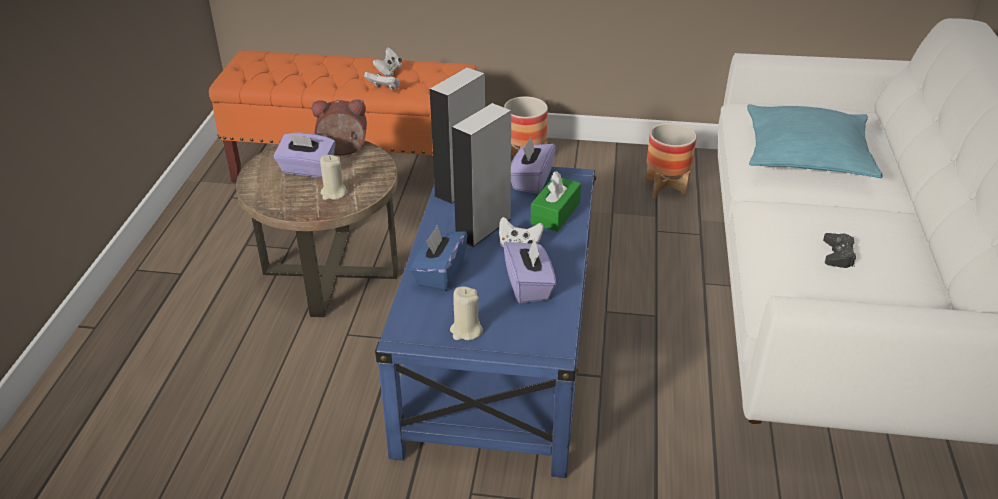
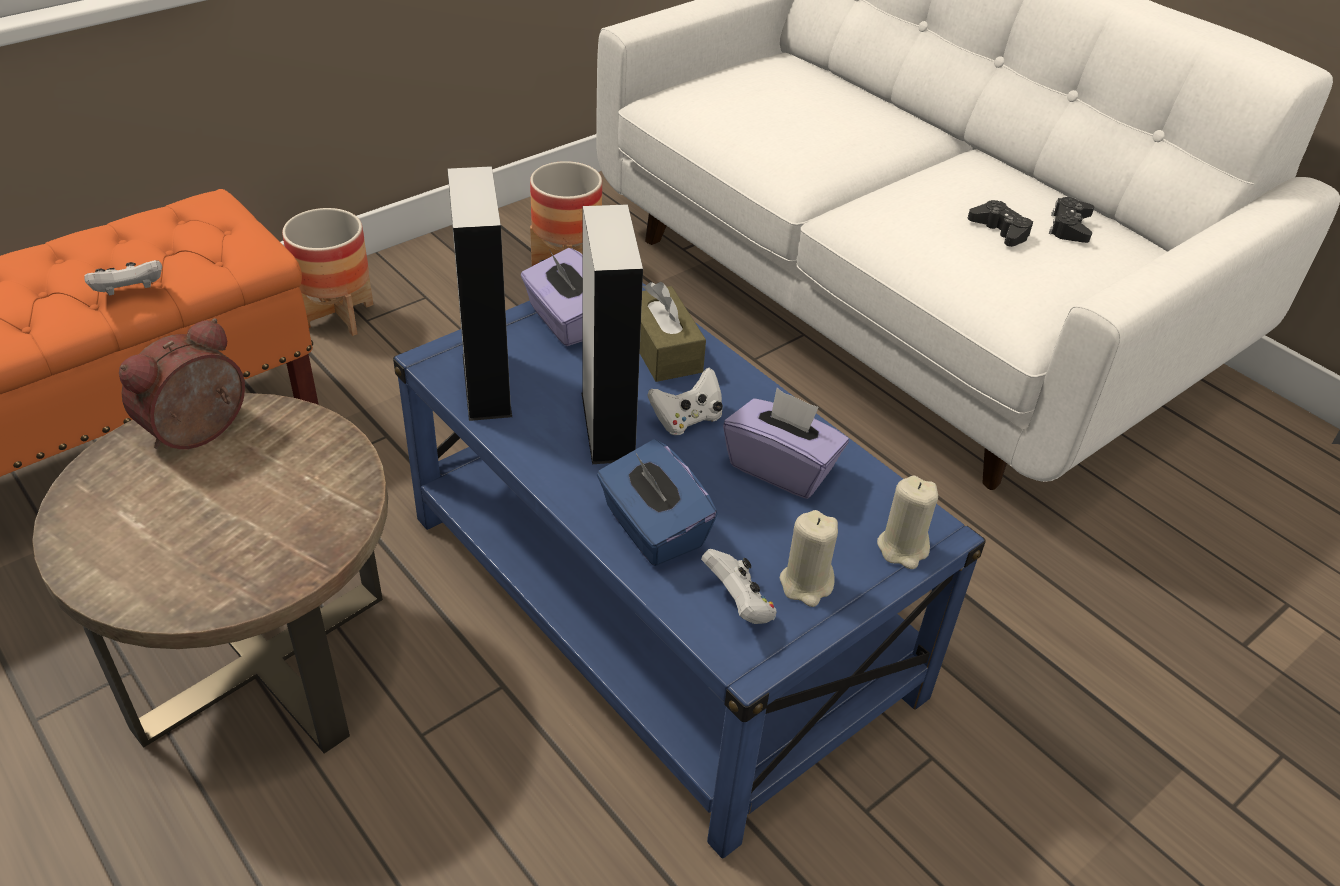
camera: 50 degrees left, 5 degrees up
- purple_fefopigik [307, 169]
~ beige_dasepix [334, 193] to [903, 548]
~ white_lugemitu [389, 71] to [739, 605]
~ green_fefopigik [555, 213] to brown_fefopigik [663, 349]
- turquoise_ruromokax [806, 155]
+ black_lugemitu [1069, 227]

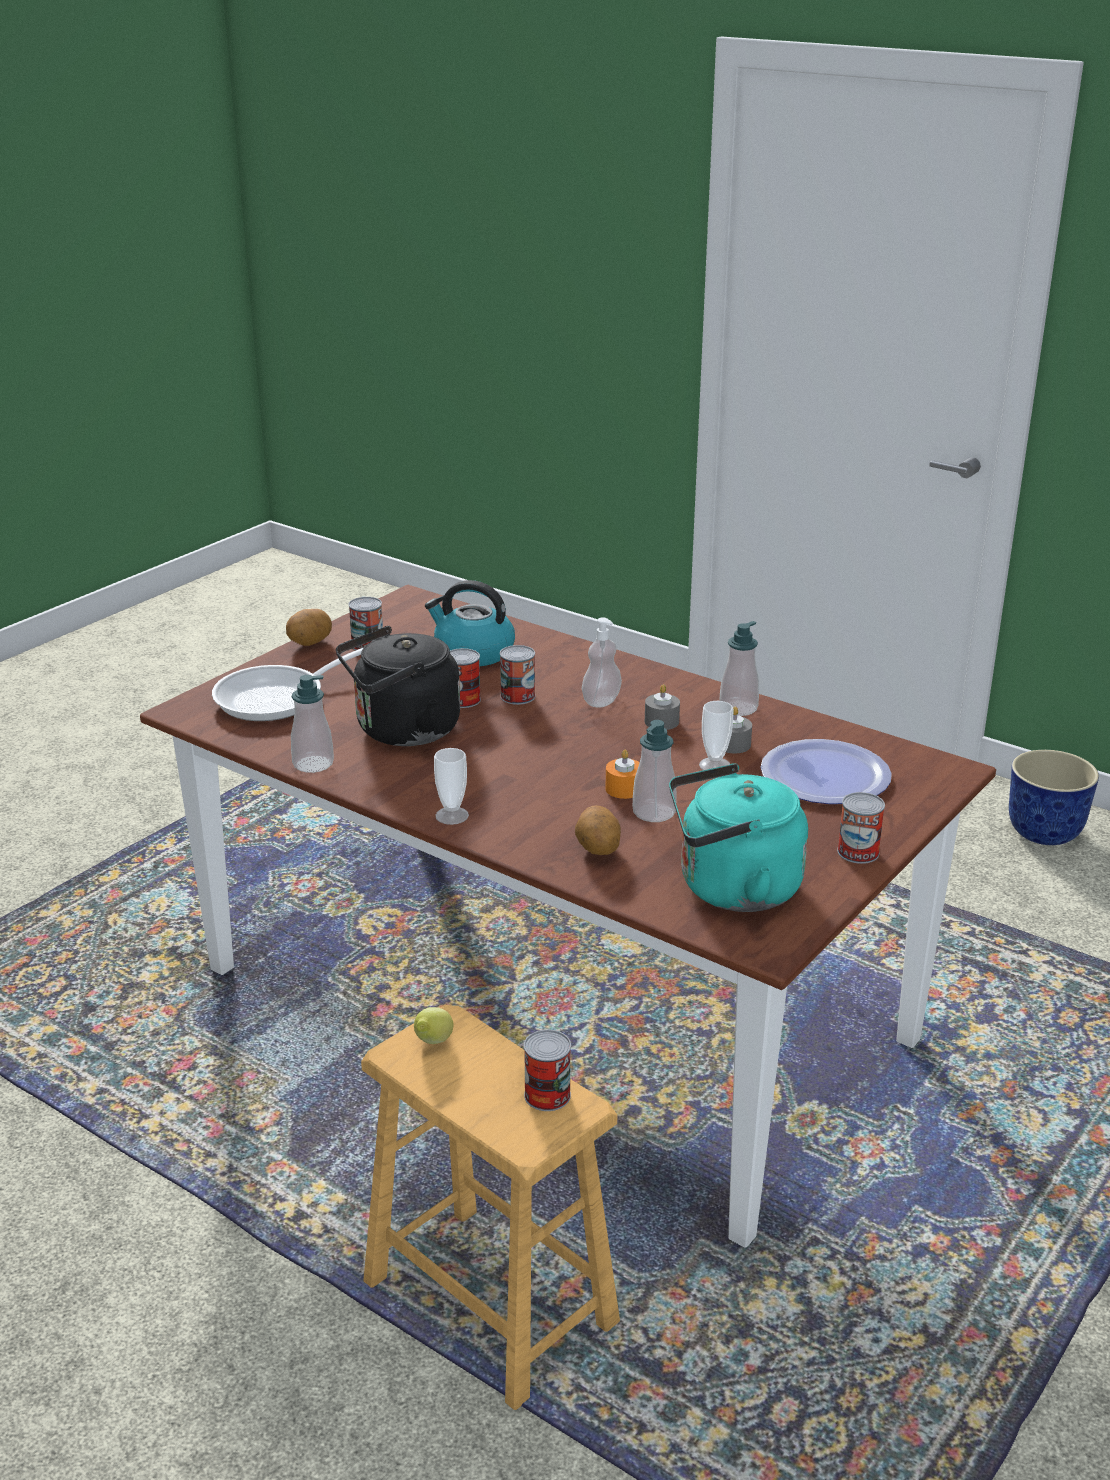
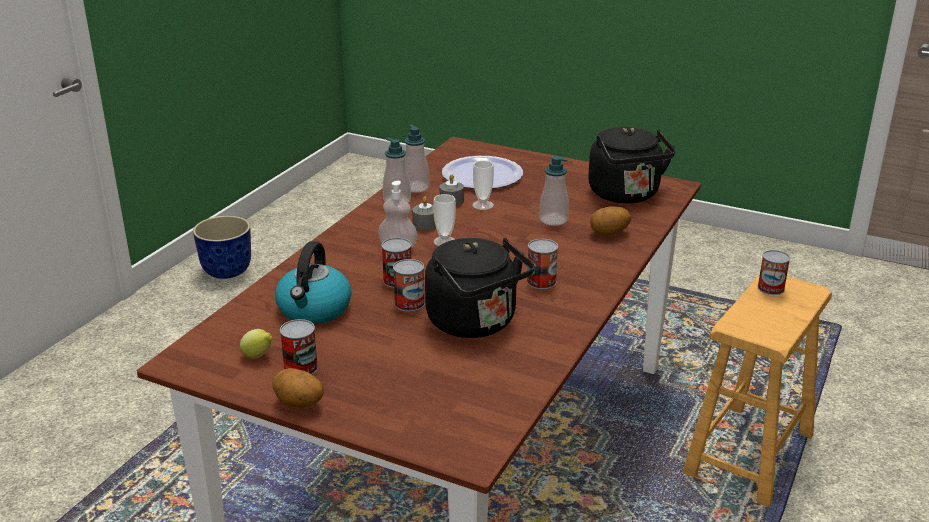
camera: 100 degrees left, 0 degrees up
- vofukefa [279, 698]
~ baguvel [313, 764] to [416, 187]
~ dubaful [432, 1043] to [258, 356]
~ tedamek [452, 816] to [444, 241]
- orange_dasepix [624, 789]
~ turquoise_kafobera [732, 889] to black_kafobera [626, 195]
~ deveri [858, 852] to [541, 281]

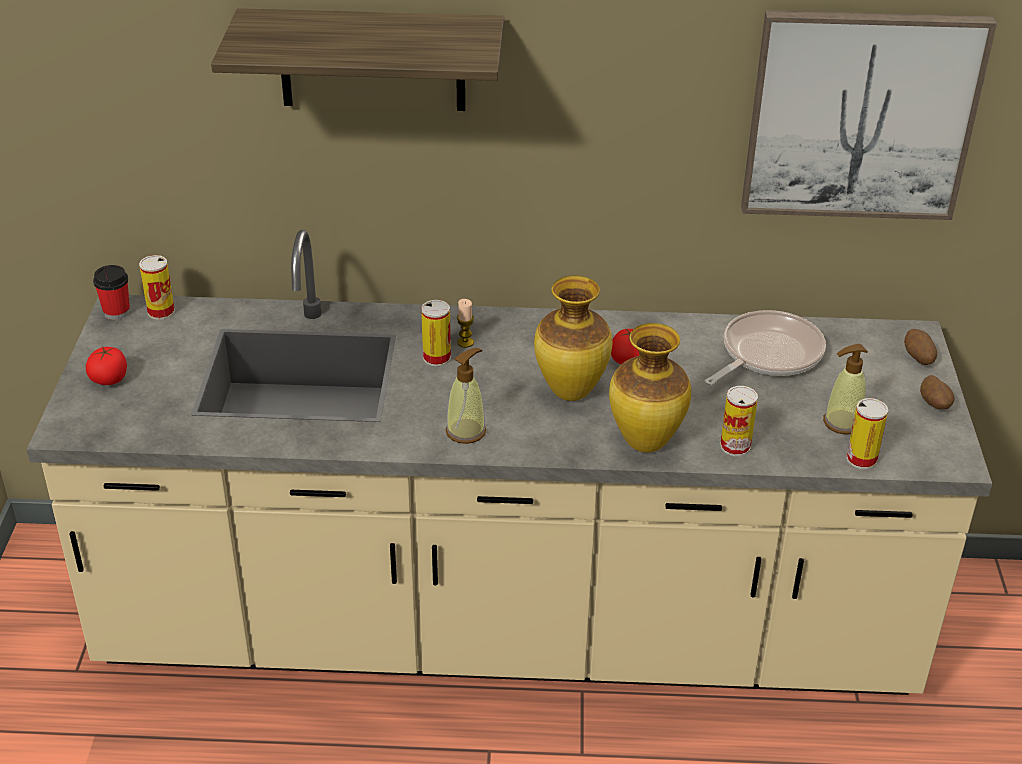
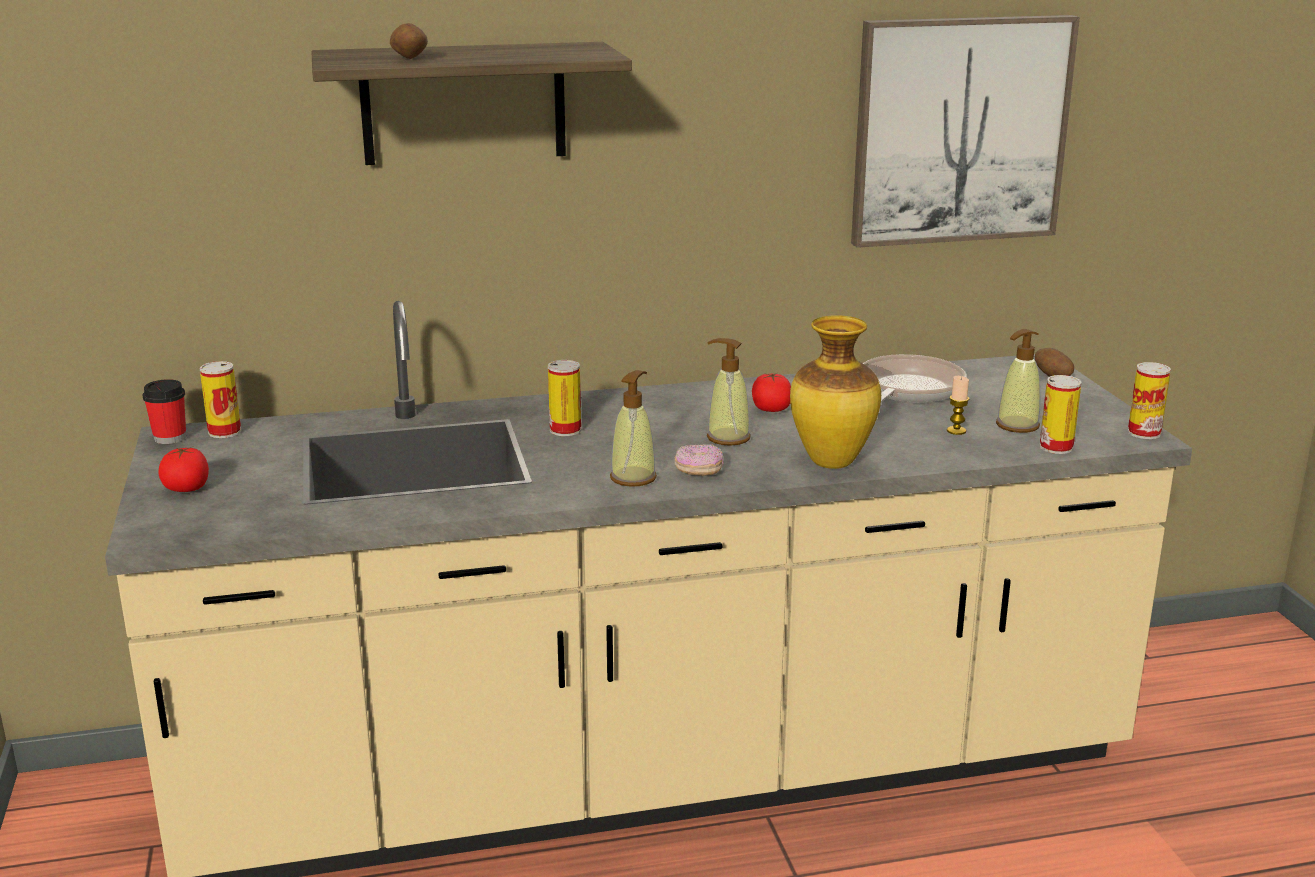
camera: 15 degrees left, 15 degrees down
~ dasepix [465, 342] to [956, 431]
~ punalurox [571, 393] to baguvel [728, 438]
~ deveri [735, 446] to [1144, 433]
~ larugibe [934, 405] to [410, 59]
+ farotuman [698, 471]

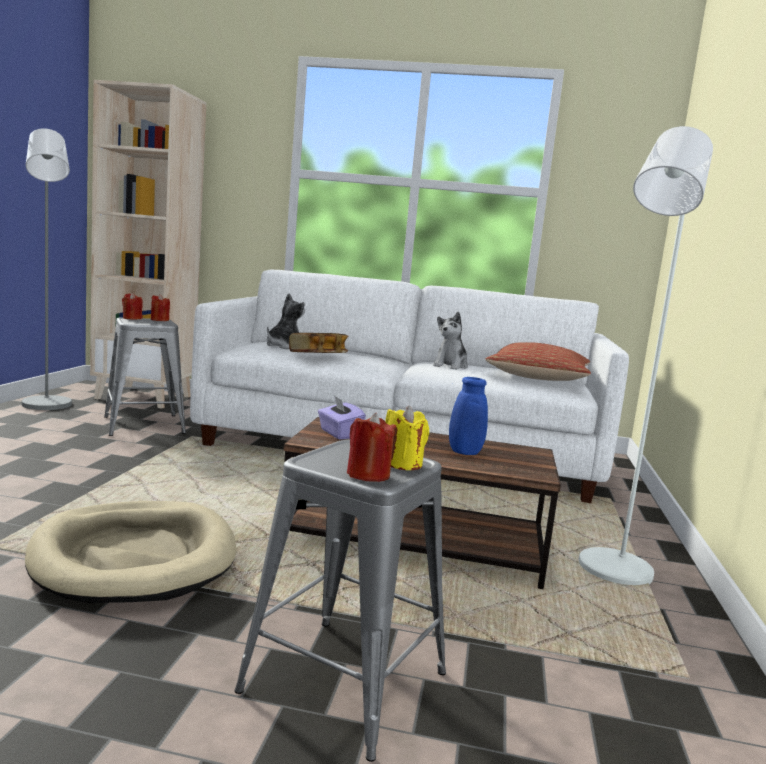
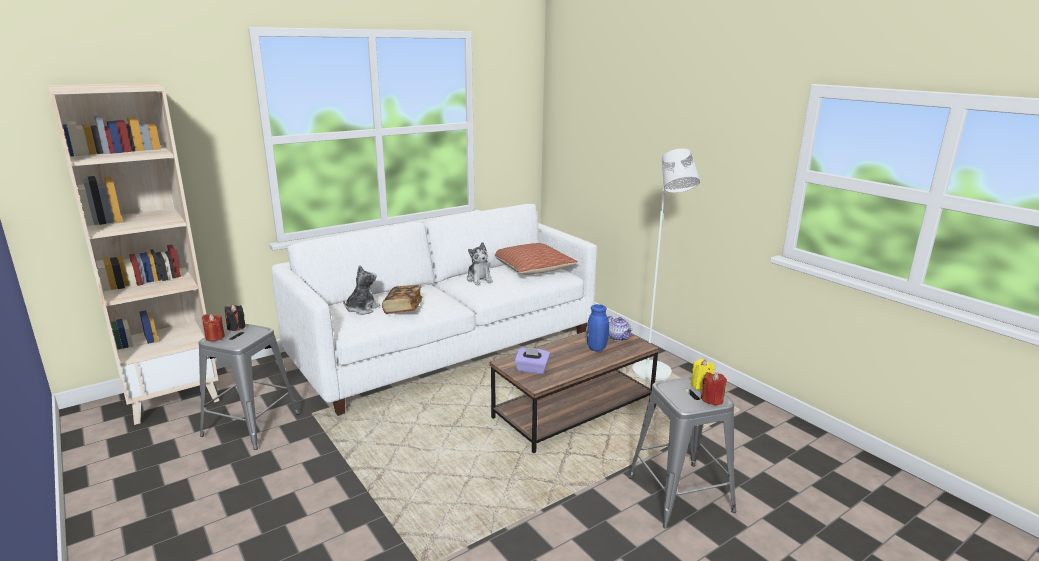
camera: 45 degrees left, 10 degrees up
- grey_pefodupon [47, 406]
- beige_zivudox [135, 557]
~ red_dasepix [159, 320] to black_dasepix [236, 327]
~ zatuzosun [284, 346] = [361, 309] 45 degrees clockwise
+ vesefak [618, 338]

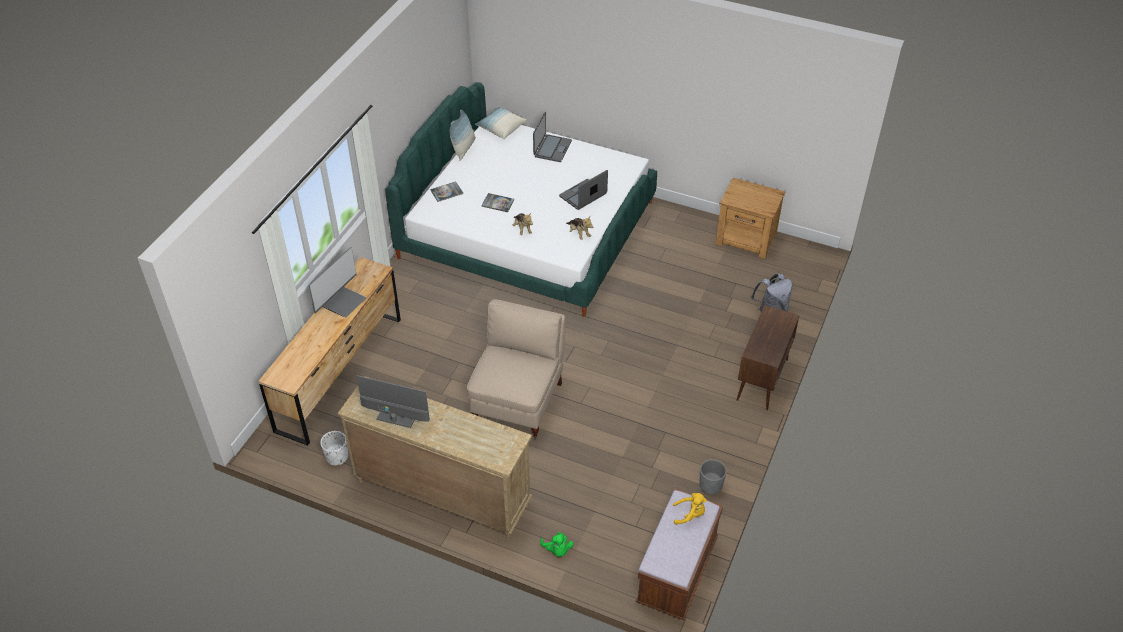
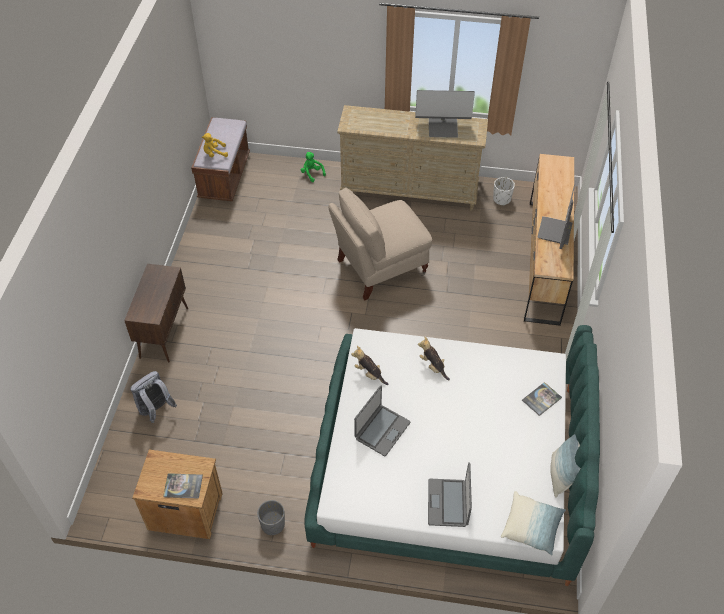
camera: 165 degrees right, 5 degrees up
~ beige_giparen [518, 402] = [380, 268] 60 degrees clockwise
~ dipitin [498, 203] to [183, 486]
~ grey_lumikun [710, 485] to [273, 524]

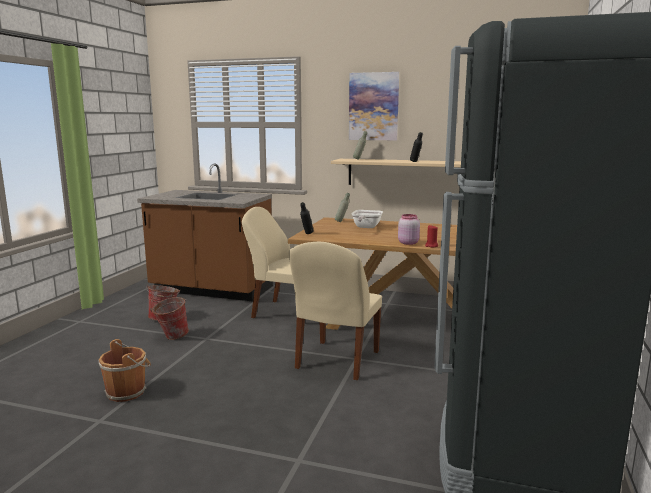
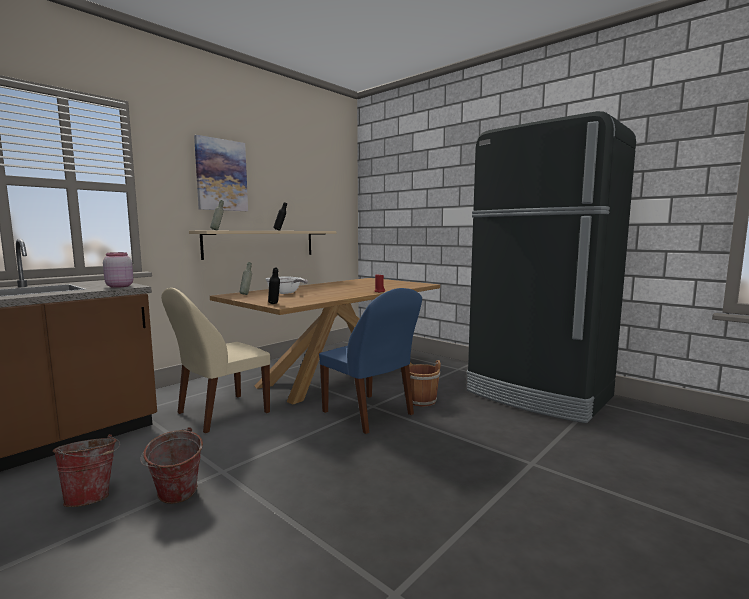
camera: 65 degrees left, 5 degrees down
~ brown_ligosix [128, 392] to [420, 400]
~ beige_giparen [336, 361] to blue_giparen [369, 414]
~ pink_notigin [408, 243] to [119, 286]

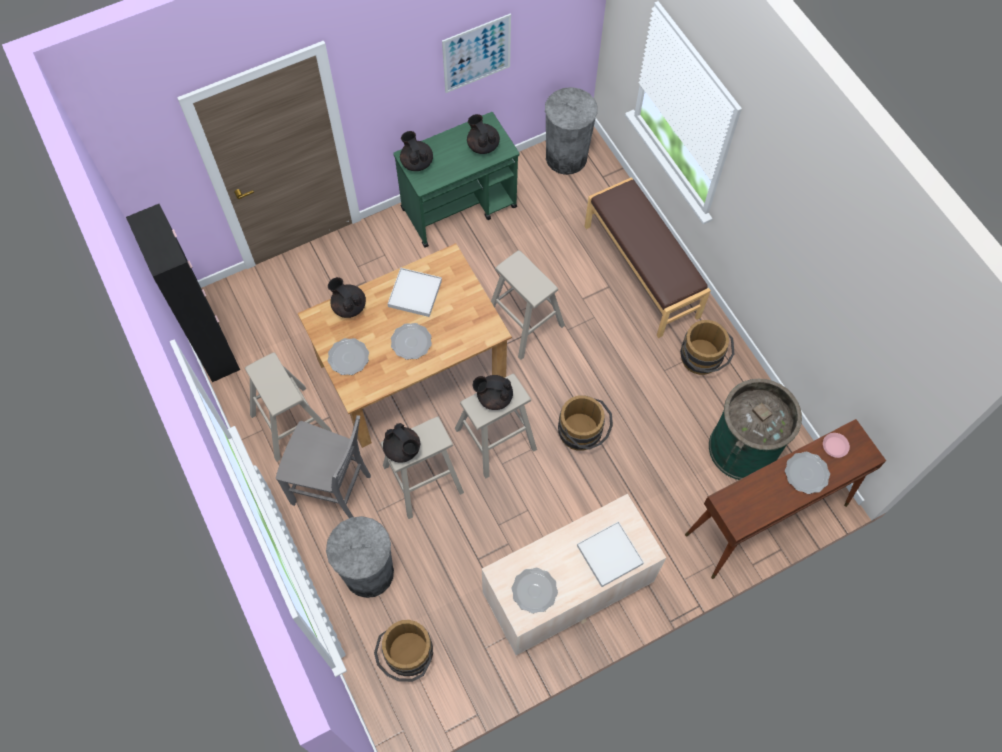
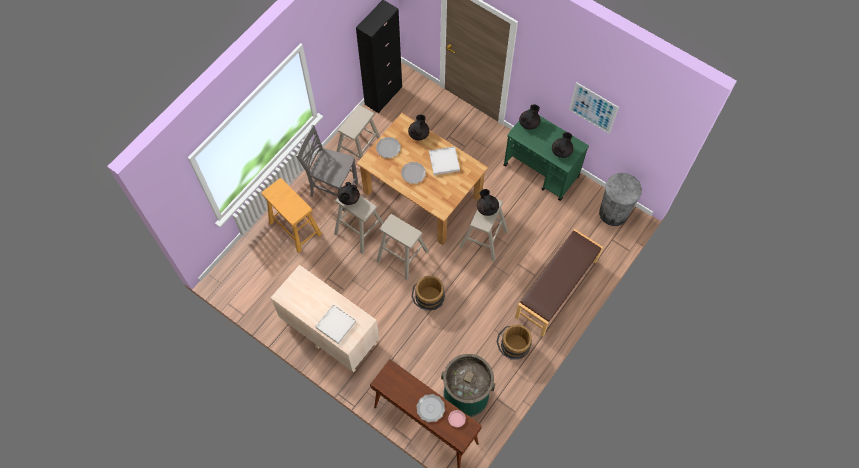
camera: 65 degrees right, 0 degrees up
~ grey_giparen [333, 489] = [333, 190] 120 degrees clockwise
~ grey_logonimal [369, 572] to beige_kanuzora [295, 228]
- brown_ligosix [407, 657]
~ black_vesefak [493, 397] to [487, 208]
- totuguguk [534, 590]

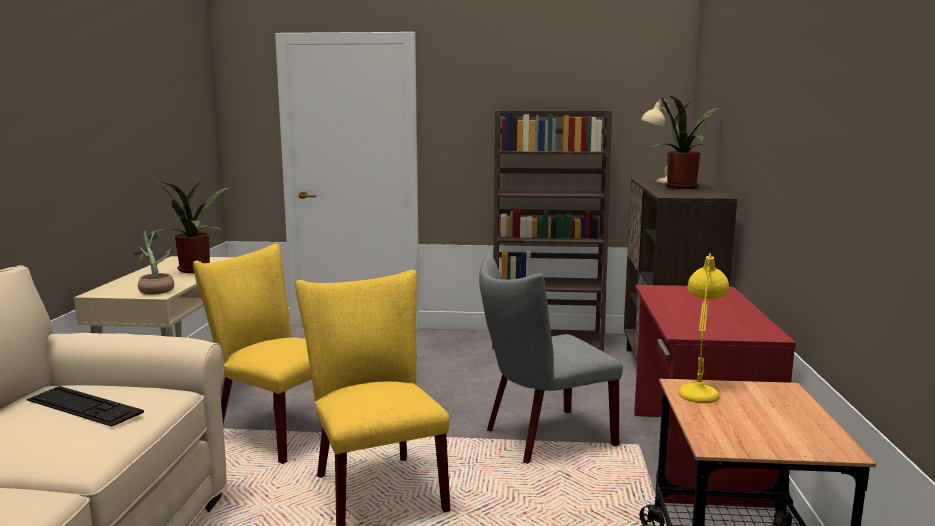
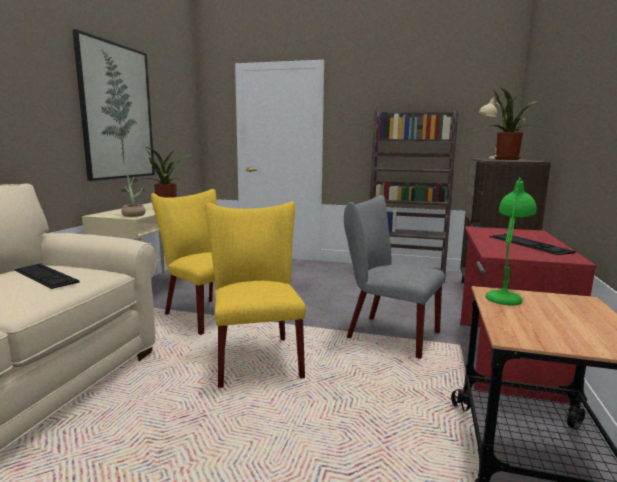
camera: 10 degrees right, 0 degrees up
~ grey_giparen [542, 438] = [387, 334] 45 degrees clockwise
~ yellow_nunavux [700, 389] to green_nunavux [506, 295]
+ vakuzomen [117, 112]
+ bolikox [528, 244]

